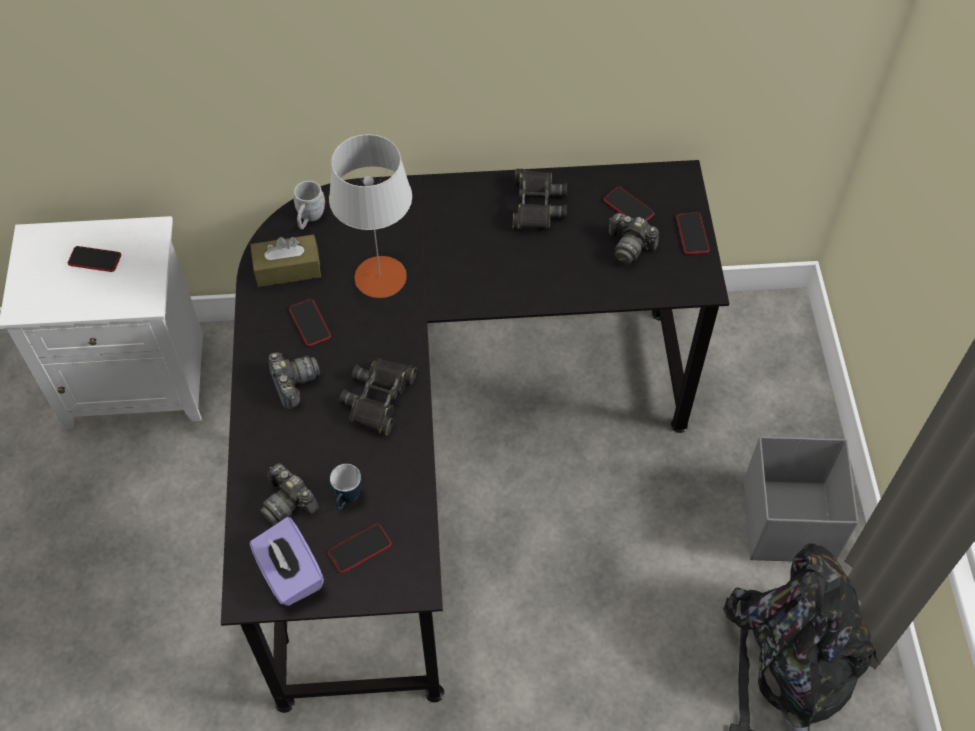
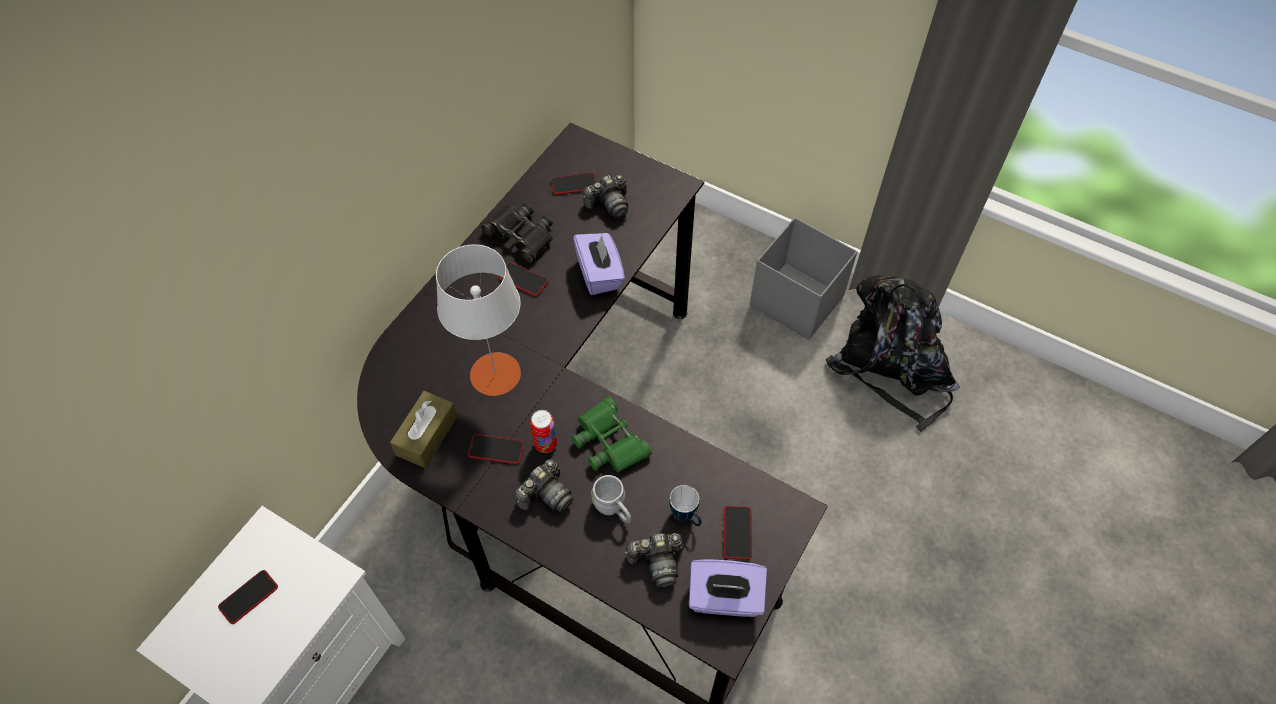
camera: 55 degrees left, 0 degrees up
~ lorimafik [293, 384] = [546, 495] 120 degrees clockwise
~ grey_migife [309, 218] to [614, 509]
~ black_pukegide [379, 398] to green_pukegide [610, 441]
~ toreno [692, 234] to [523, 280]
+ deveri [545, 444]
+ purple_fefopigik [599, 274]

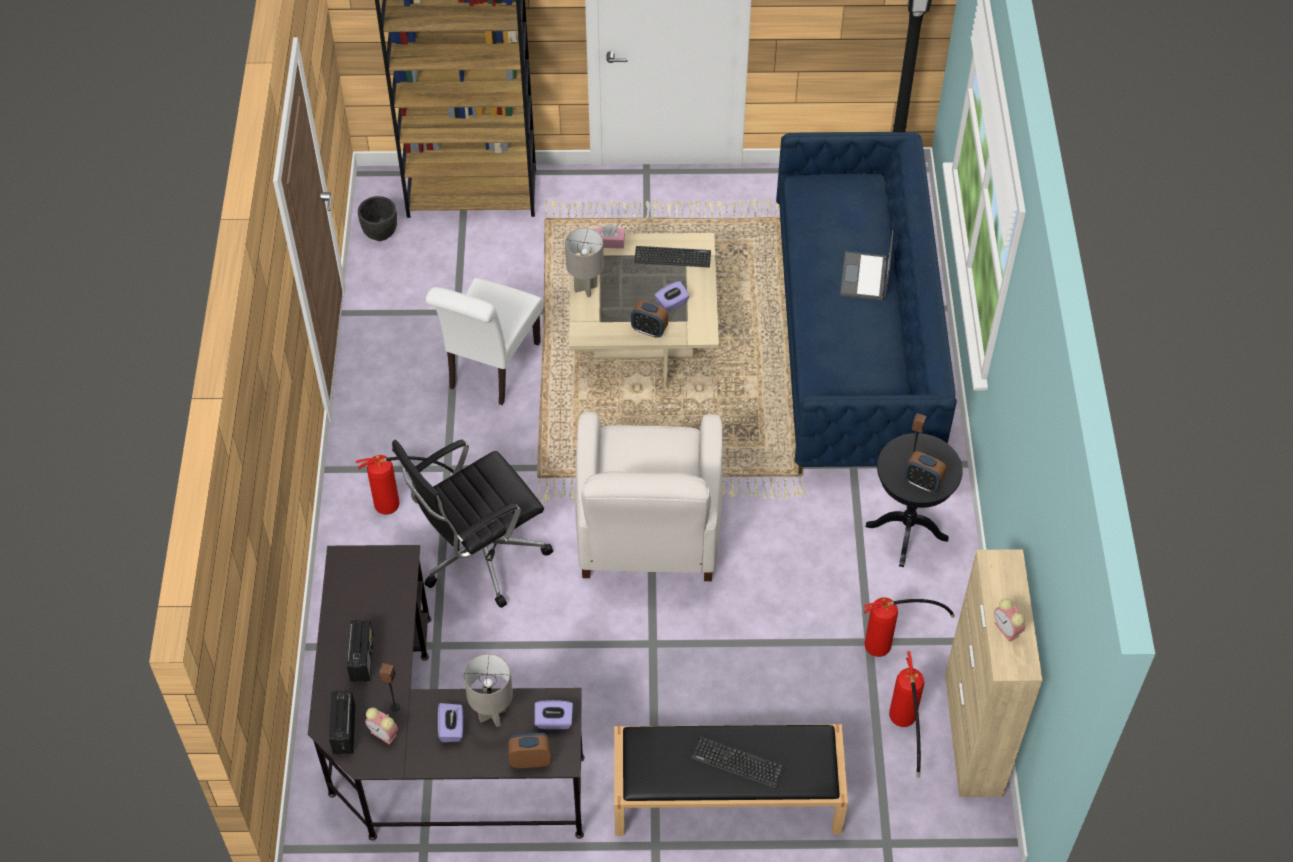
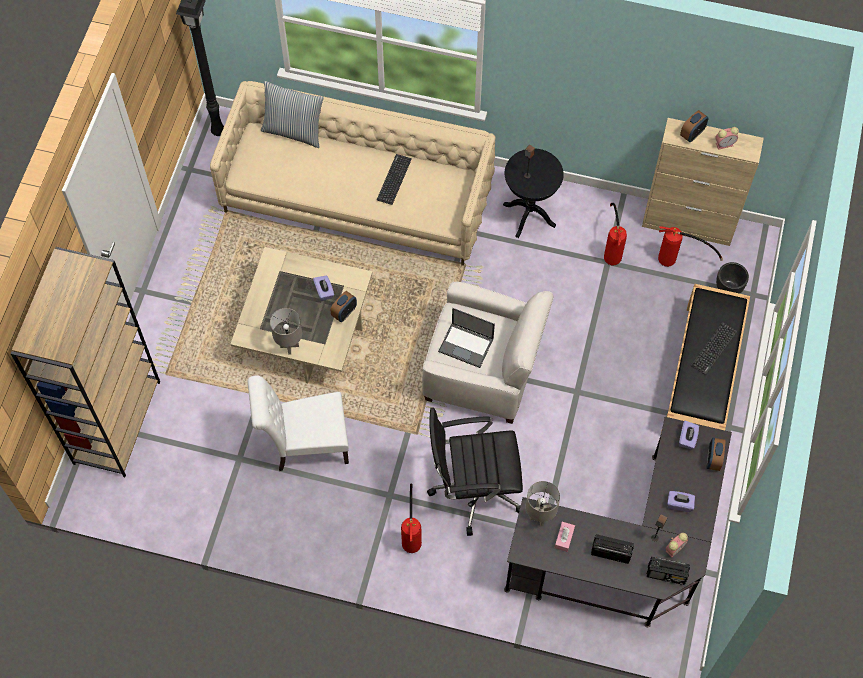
camera: 75 degrees left, 10 degrees up
~ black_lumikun [380, 234] to [729, 288]
~ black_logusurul [479, 555] = [474, 488] 105 degrees clockwise
~ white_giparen [490, 369] = [305, 445] 135 degrees clockwise
~ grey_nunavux [492, 714] to [539, 516]
~ pink_fefopigik [609, 242] to [564, 538]
~ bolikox [672, 257] to [394, 179]
~ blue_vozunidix [854, 340] to beige_vozunidix [357, 198]
~ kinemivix [865, 277] to [466, 345]
~ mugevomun [922, 483] to [692, 134]
+ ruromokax [294, 131]

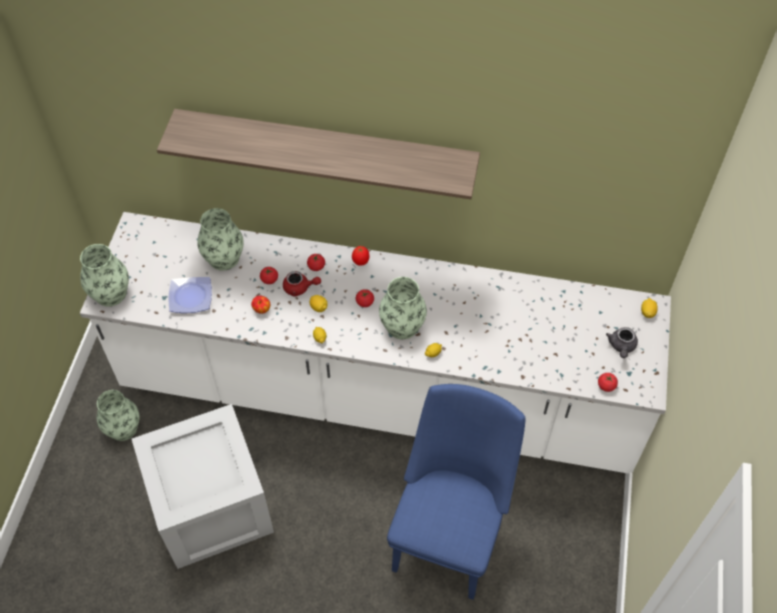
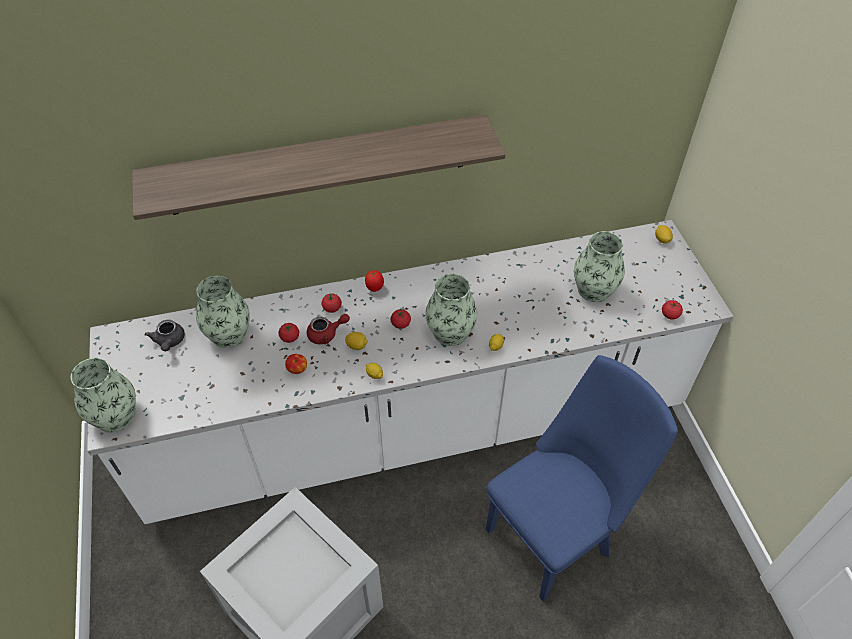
camera: 25 degrees left, 5 degrees down
~ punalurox [123, 428] to [594, 289]
- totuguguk [191, 297]
~ blue_giparen [448, 538] = [554, 534] 60 degrees clockwise
~ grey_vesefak [621, 347] to [169, 342]

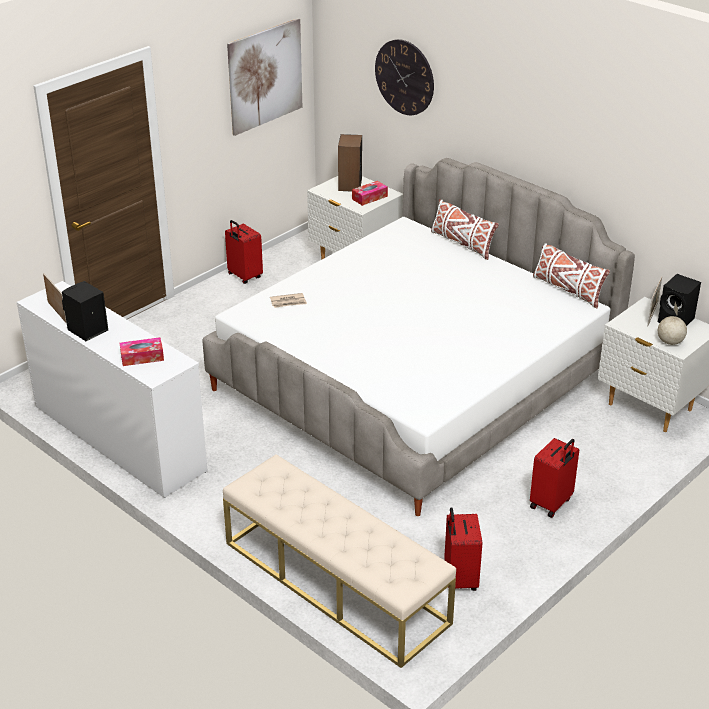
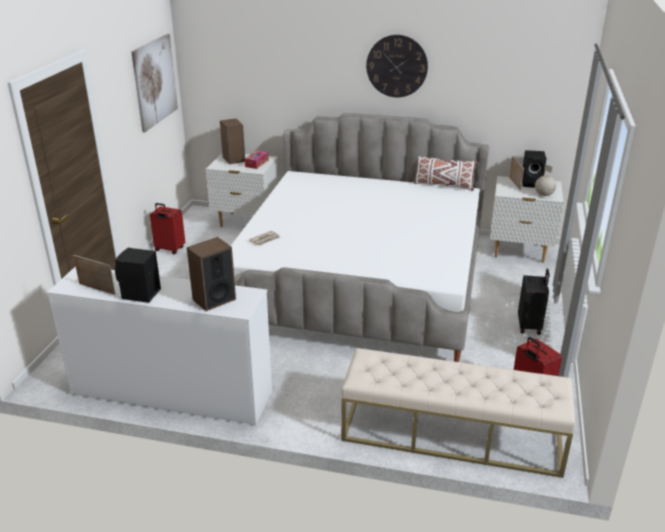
camera: 30 degrees left, 5 degrees down
~ fefopigik [142, 357] to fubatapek [214, 299]
~ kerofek [404, 77] to [397, 66]
- white_ruromokax [462, 243]
~ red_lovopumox [551, 503] to black_lovopumox [530, 326]

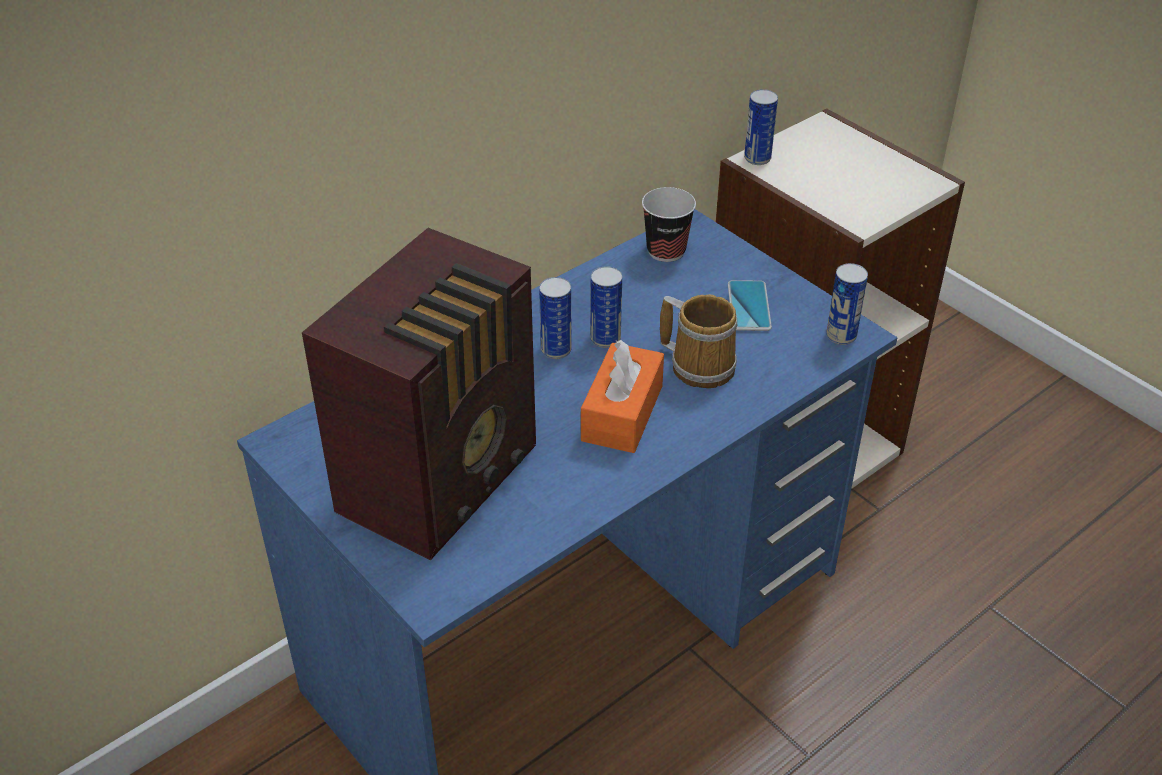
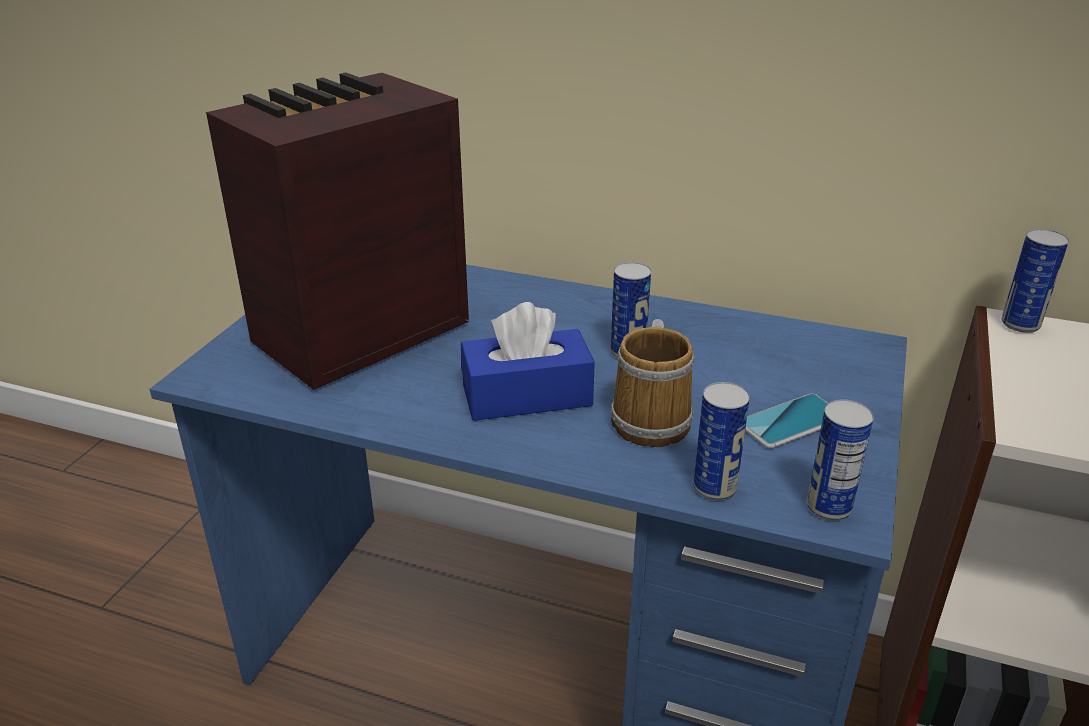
camera: 60 degrees right, 10 degrees down
~ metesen [444, 479] = [355, 334] 135 degrees clockwise
~ deveri [556, 350] to [714, 488]
~ orange_fefopigik [622, 413] to blue_fefopigik [527, 395]
- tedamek [666, 251]

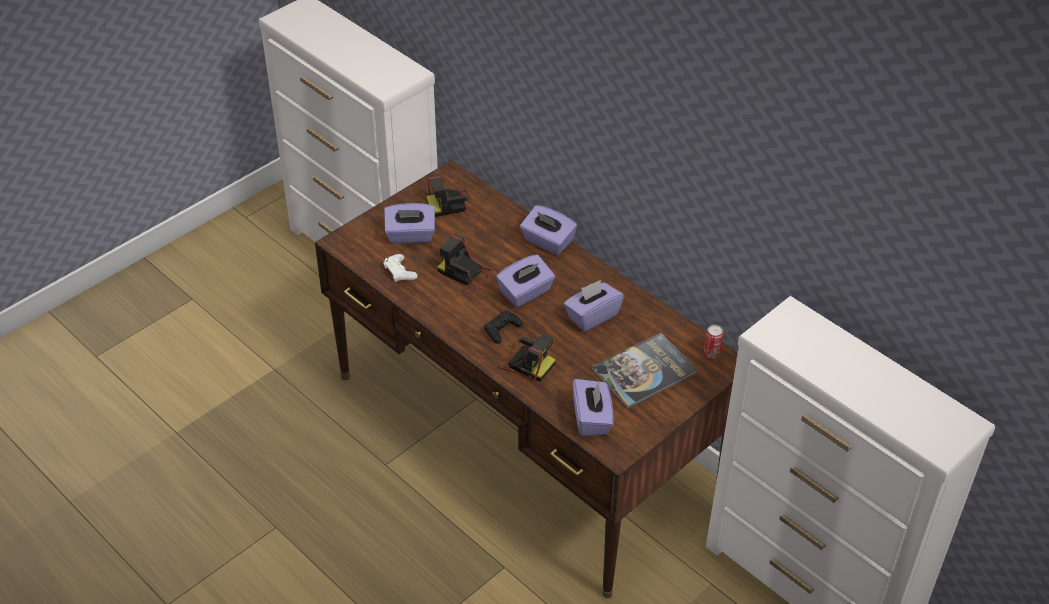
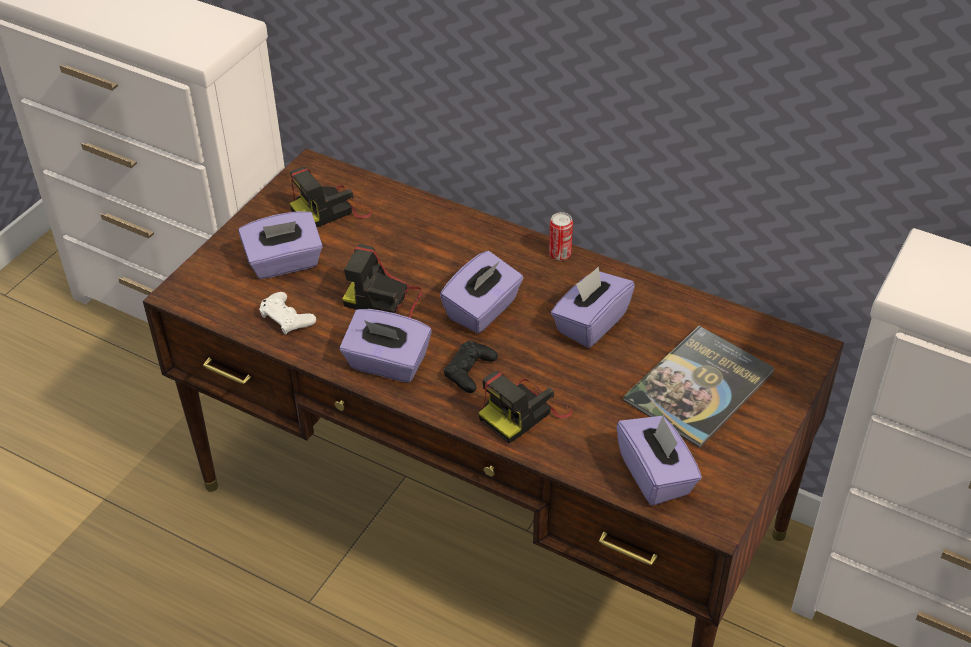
camera: 15 degrees left, 0 degrees up
~ lorimafik [525, 363] = [524, 412] 120 degrees clockwise
~ purple_fefopigik [547, 242] to [387, 364]
~ deveri [711, 353] to [560, 254]

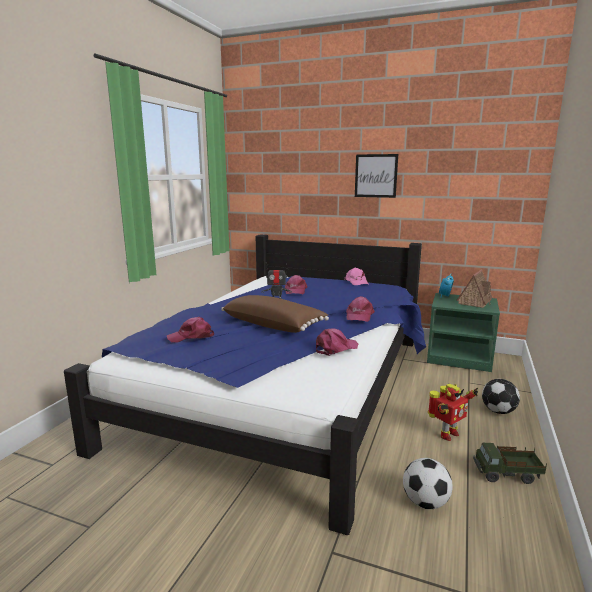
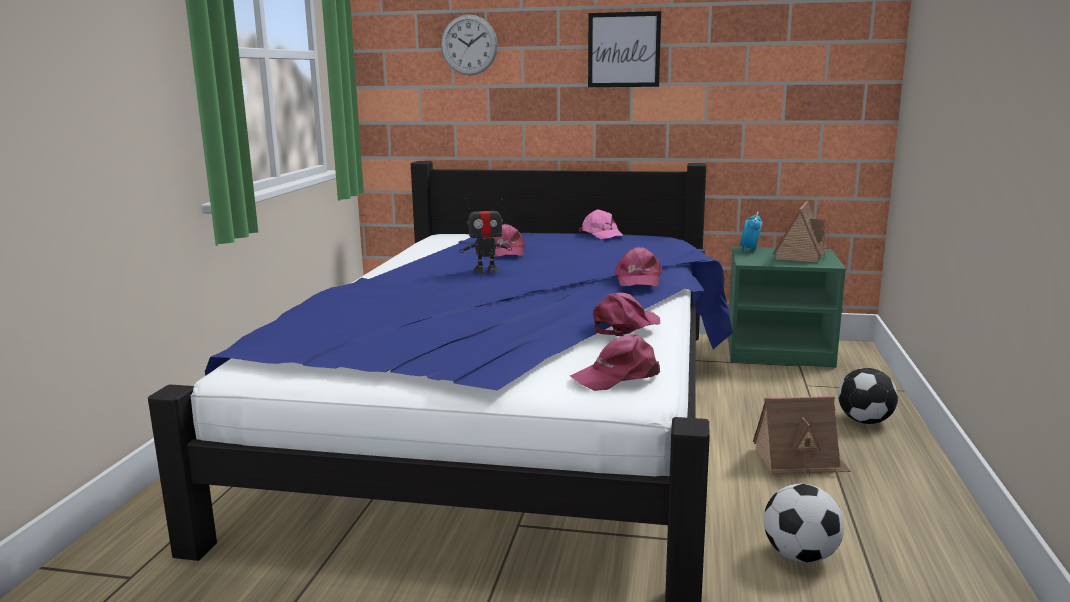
camera: 10 degrees left, 0 degrees up
~ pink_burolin [191, 337] to [618, 376]
- brown_ruromokax [274, 325]
~ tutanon [447, 434] to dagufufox [799, 461]
- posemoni [507, 475]
+ kerofek [469, 45]

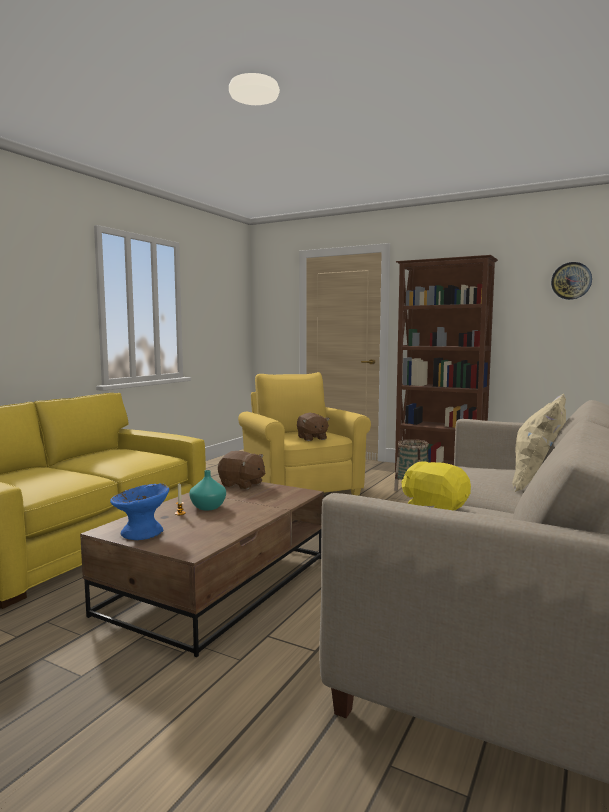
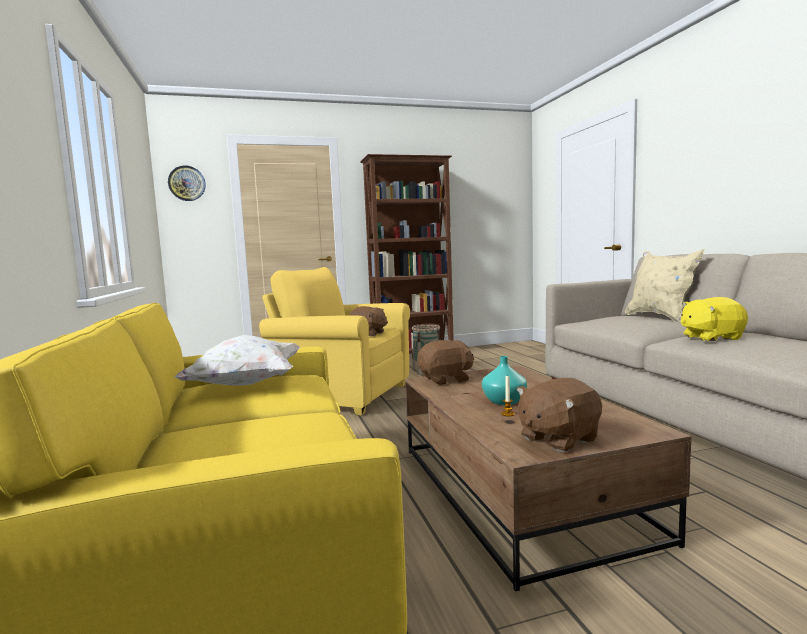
camera: 45 degrees left, 0 degrees up
~ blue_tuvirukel [142, 532] to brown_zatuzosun [557, 439]
~ kerofek [571, 281] to [187, 183]
+ white_ruromokax [246, 384]

